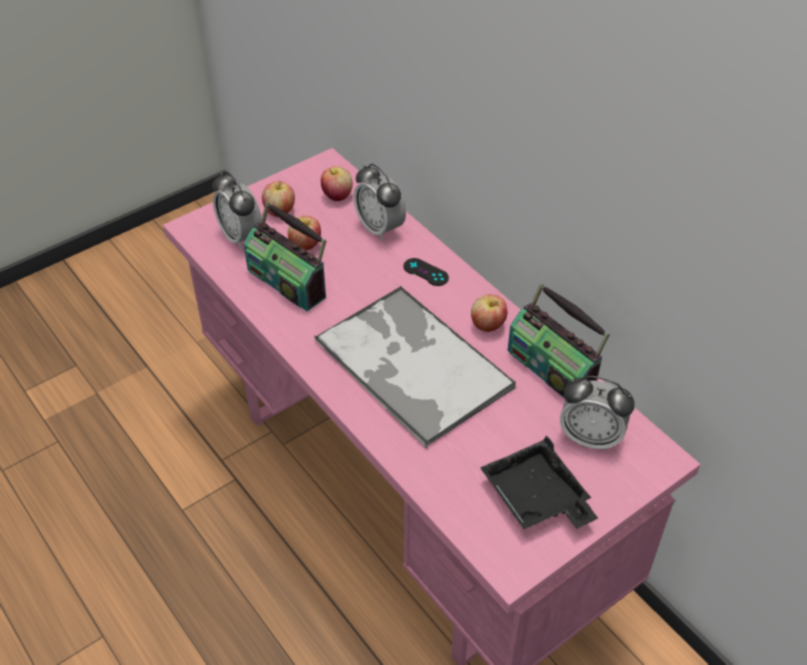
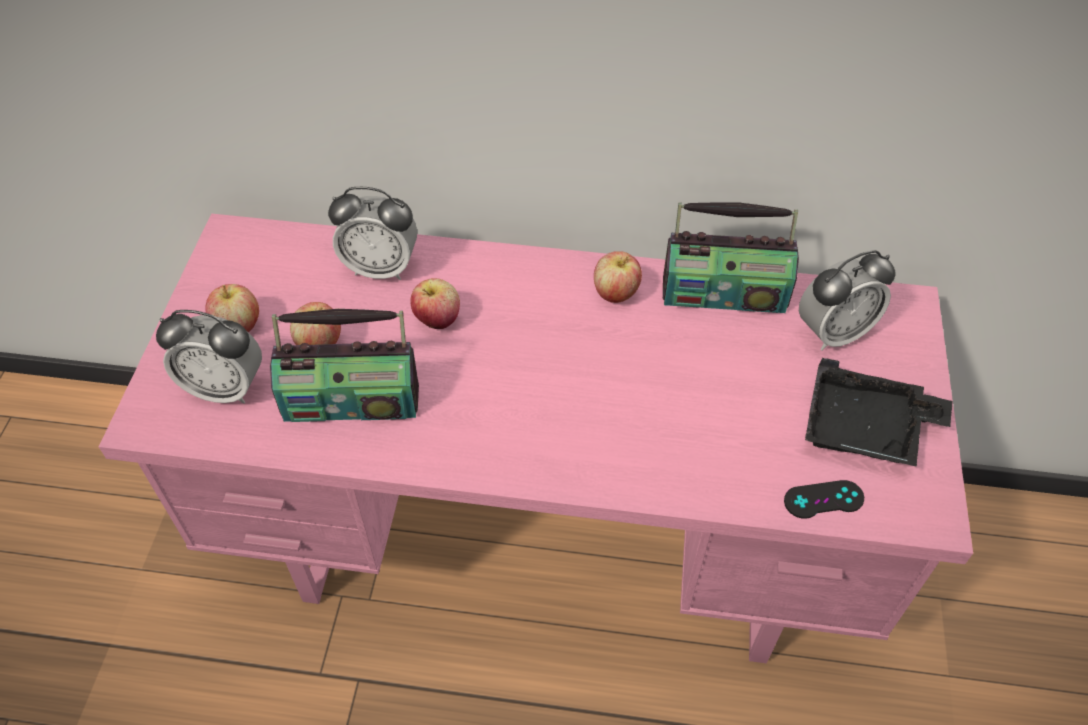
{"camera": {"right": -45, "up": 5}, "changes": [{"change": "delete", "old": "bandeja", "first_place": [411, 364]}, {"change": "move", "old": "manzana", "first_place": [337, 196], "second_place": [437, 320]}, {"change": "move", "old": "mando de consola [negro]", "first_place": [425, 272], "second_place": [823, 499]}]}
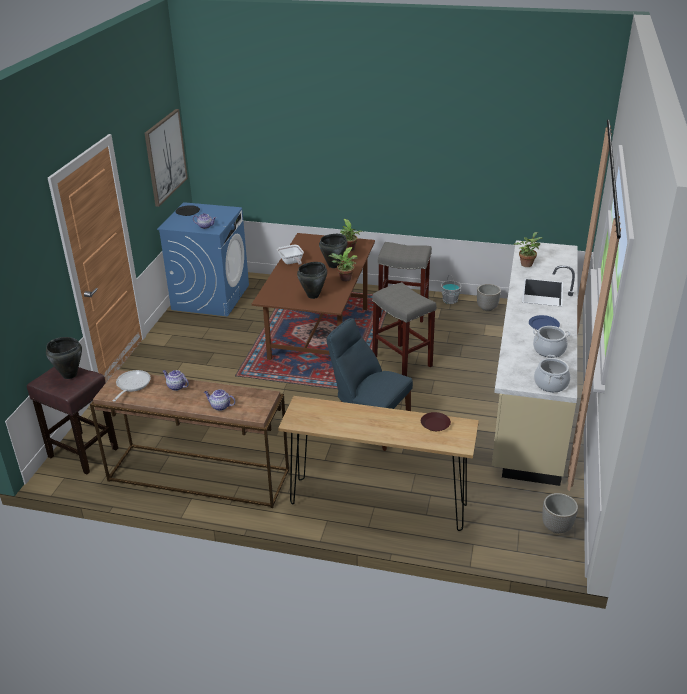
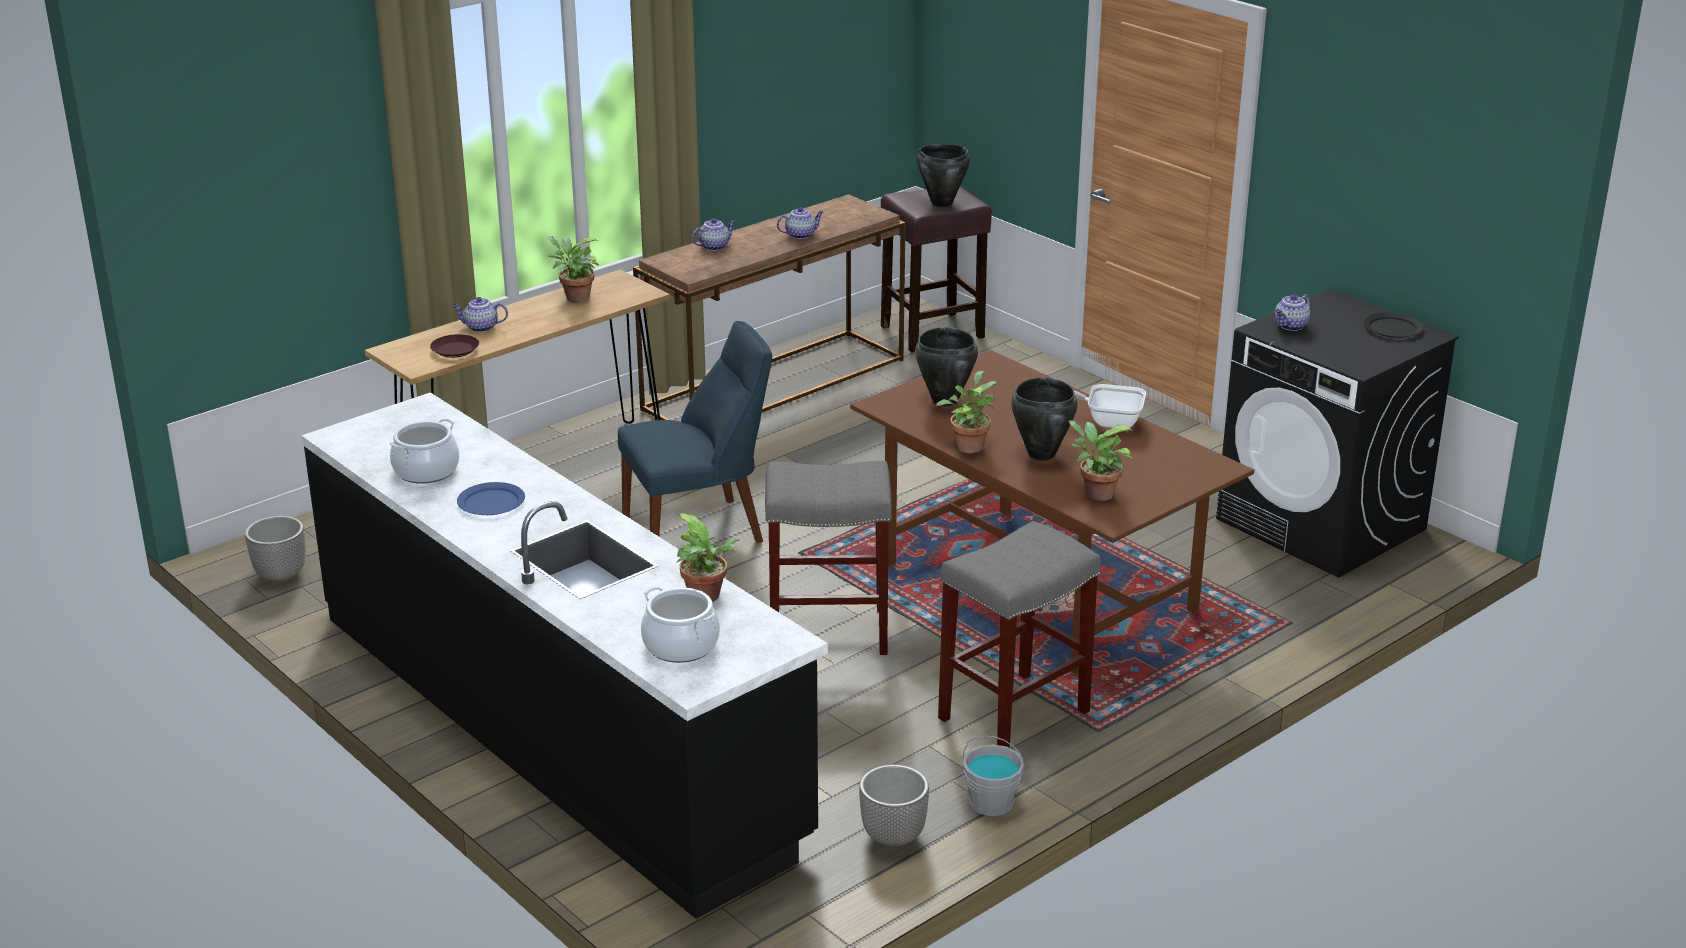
{"camera": {"right": 125, "up": -5}, "changes": [{"change": "delete", "old": "sartén", "first_place": [131, 385]}, {"change": "delete", "old": "cuadro", "first_place": [165, 157]}, {"change": "recolor", "old": "lavadora [azul]", "new": "lavadora [negro]", "first_place": [211, 297], "second_place": [1322, 524]}, {"change": "recolor", "old": "mueble bajo de cocina [beis]", "new": "mueble bajo de cocina [negro]", "first_place": [530, 388], "second_place": [557, 725]}, {"change": "move", "old": "olla", "first_place": [550, 384], "second_place": [681, 645]}, {"change": "insert", "new": "tetera", "second_place": [480, 327]}, {"change": "insert", "new": "planta en maceta", "second_place": [574, 298]}]}
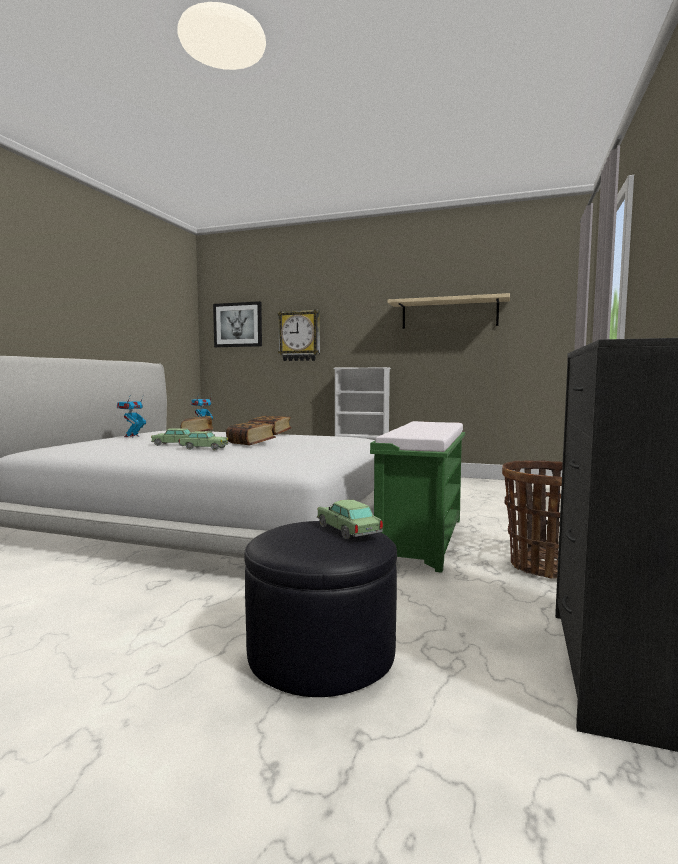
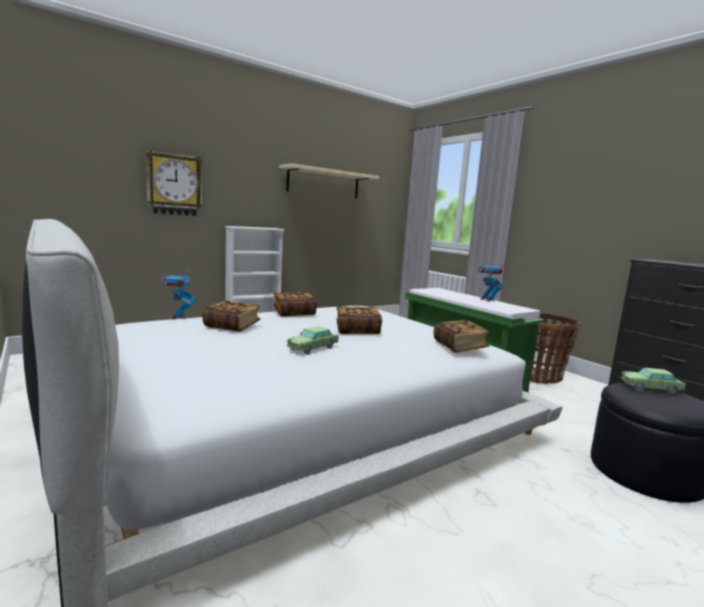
{"camera": {"right": -55, "up": 5}, "changes": [{"change": "move", "old": "robot de juguete", "first_place": [132, 436], "second_place": [487, 300]}, {"change": "delete", "old": "coche de juguete", "first_place": [204, 448]}, {"change": "delete", "old": "cuadro", "first_place": [238, 325]}, {"change": "insert", "new": "libro", "second_place": [459, 347]}]}
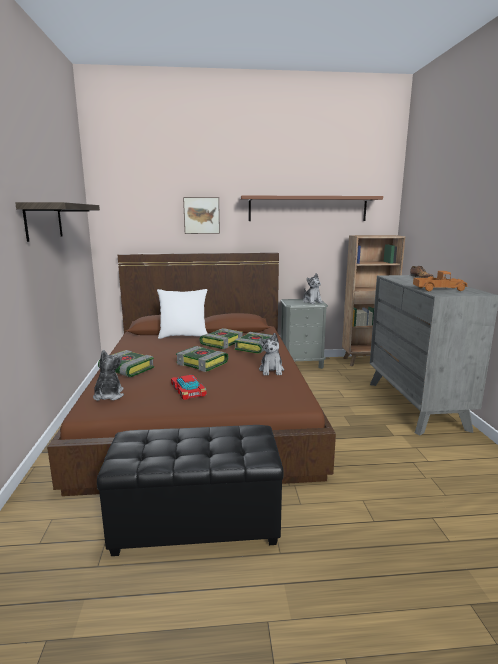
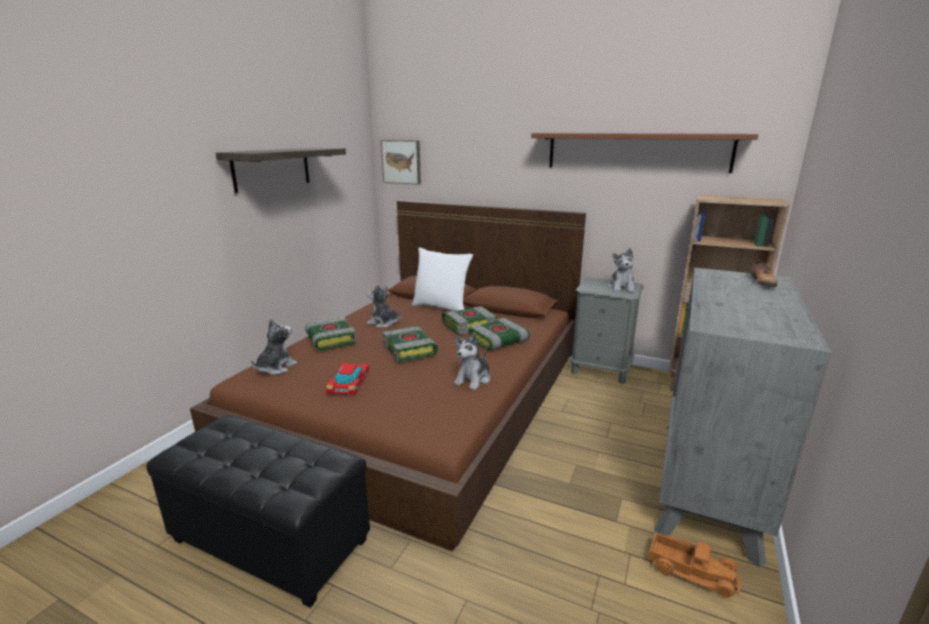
{"camera": {"right": 30, "up": 5}, "changes": [{"change": "move", "old": "cuadro", "first_place": [201, 215], "second_place": [402, 162]}, {"change": "move", "old": "camión de juguete", "first_place": [438, 289], "second_place": [691, 570]}, {"change": "insert", "new": "peluche", "second_place": [384, 323]}]}
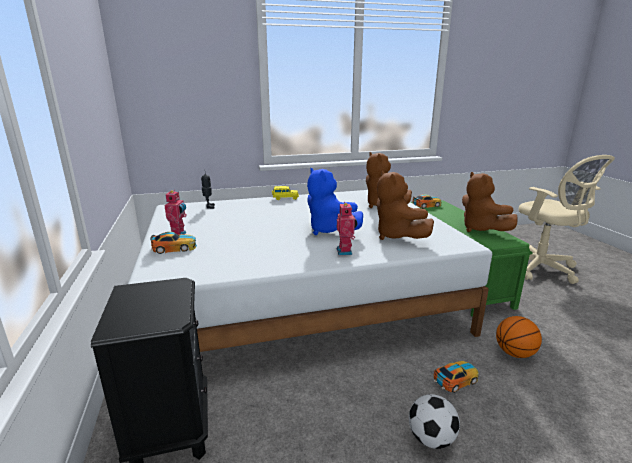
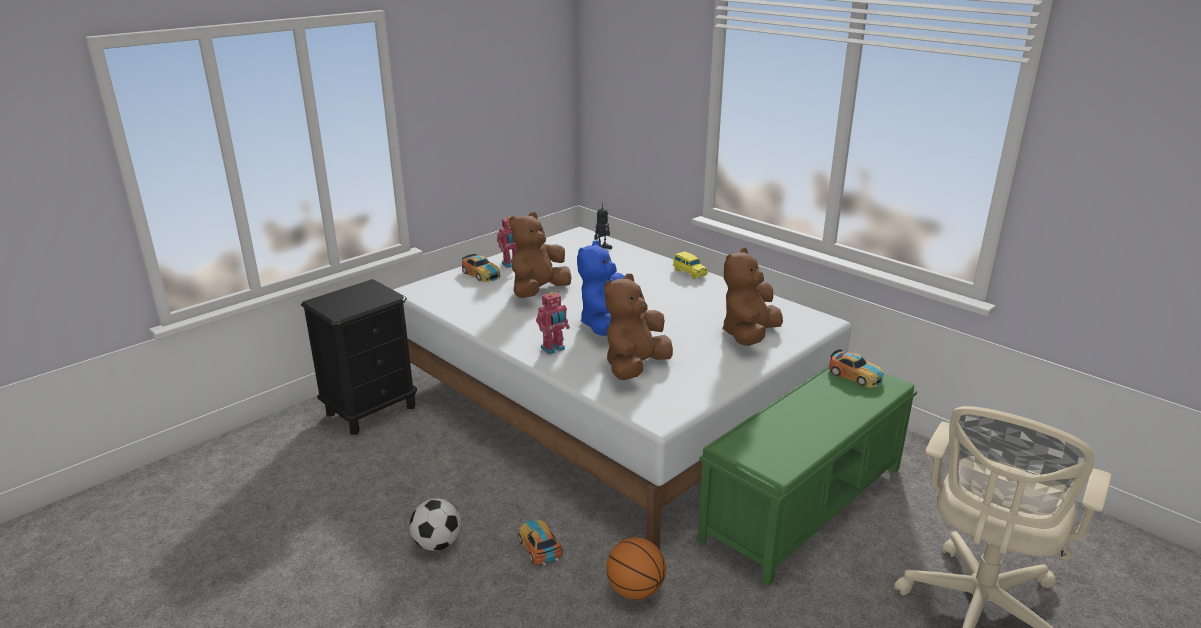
{"camera": {"right": 60, "up": 5}, "changes": [{"change": "rotate", "old": "coche de juguete", "first_place": [456, 380], "second_place": [539, 546], "degrees": -150}, {"change": "move", "old": "peluche [marrón]", "first_place": [481, 229], "second_place": [538, 292]}]}
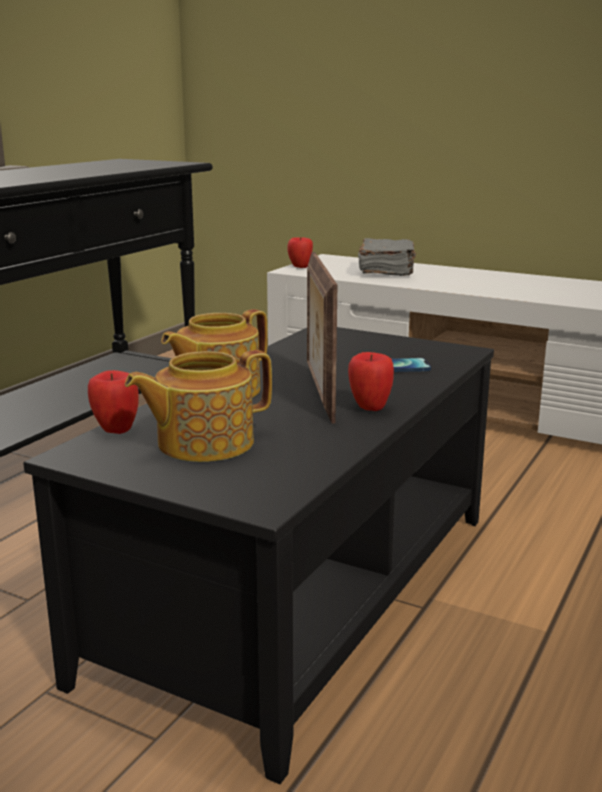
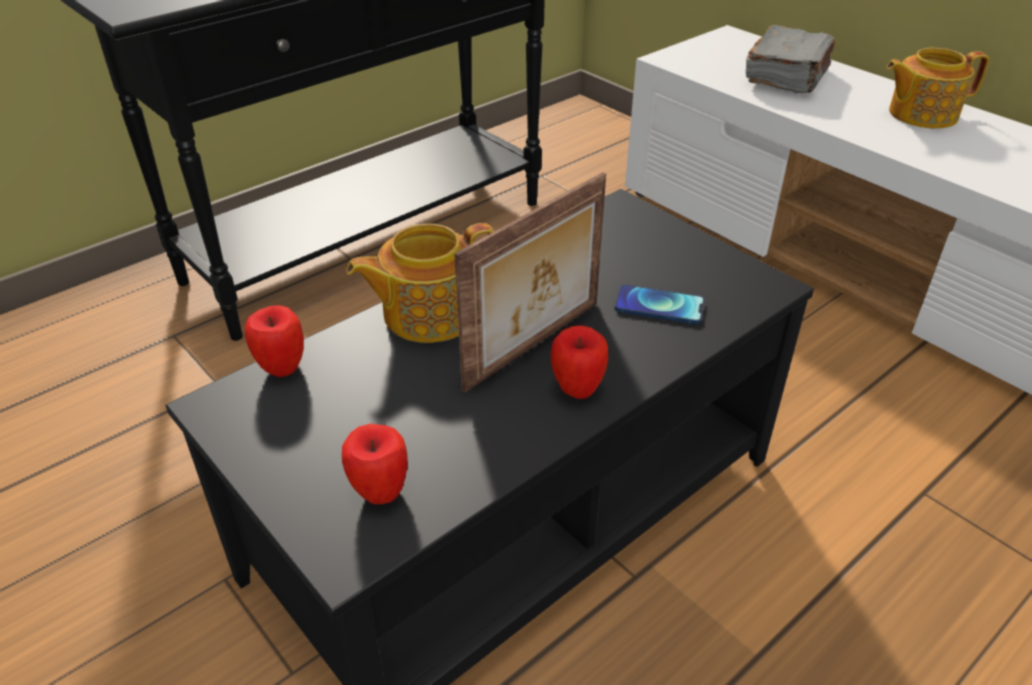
{"camera": {"right": 20, "up": 20}, "changes": [{"change": "move", "old": "tetera", "first_place": [203, 443], "second_place": [921, 114]}, {"change": "move", "old": "manzana", "first_place": [300, 267], "second_place": [380, 493]}, {"change": "rotate", "old": "portarretratos", "first_place": [319, 394], "second_place": [536, 346], "degrees": -150}]}
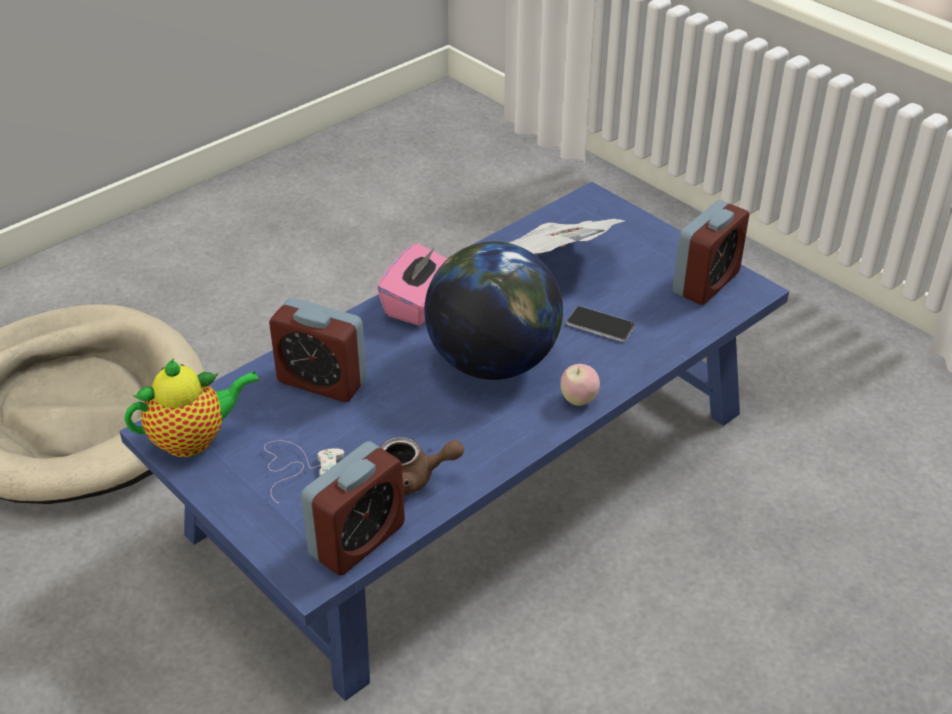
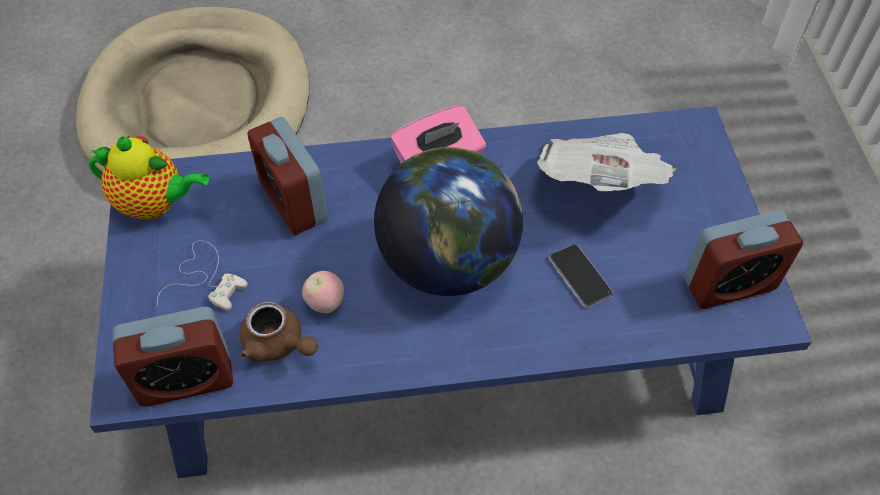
{"camera": {"right": 35, "up": 15}, "changes": [{"change": "move", "old": "manzana", "first_place": [578, 400], "second_place": [325, 303]}]}
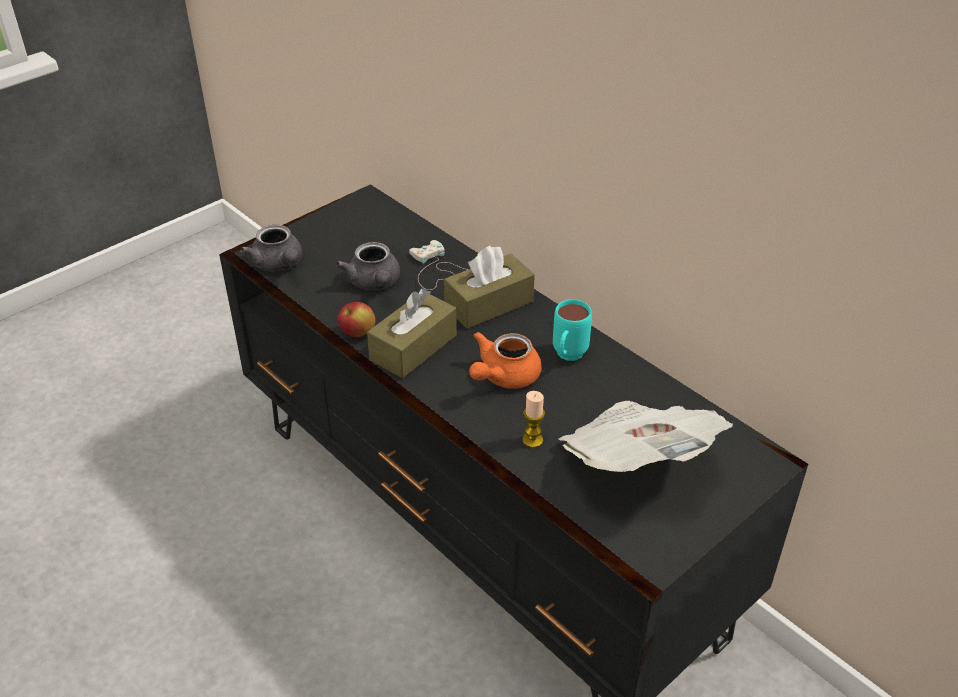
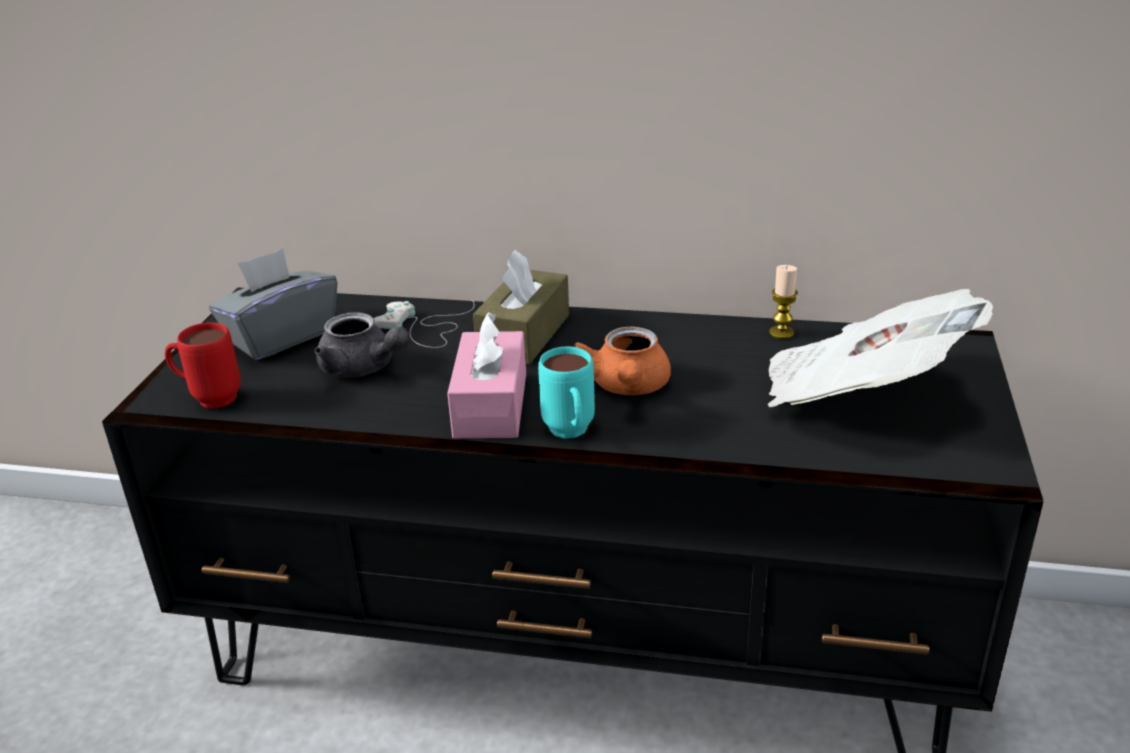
{"camera": {"right": -35, "up": -10}, "changes": [{"change": "replace", "old": "tetera [gris]", "new": "taza grande [rojo]", "first_place": [279, 265], "second_place": [209, 399]}, {"change": "delete", "old": "manzana", "first_place": [358, 333]}, {"change": "recolor", "old": "caja de pañuelos [marrón]", "new": "caja de pañuelos [rosa]", "first_place": [413, 347], "second_place": [491, 405]}, {"change": "move", "old": "vela", "first_place": [532, 440], "second_place": [781, 333]}, {"change": "move", "old": "taza grande [turquesa]", "first_place": [567, 357], "second_place": [570, 435]}, {"change": "insert", "new": "caja de pañuelos [gris]", "second_place": [281, 337]}]}
